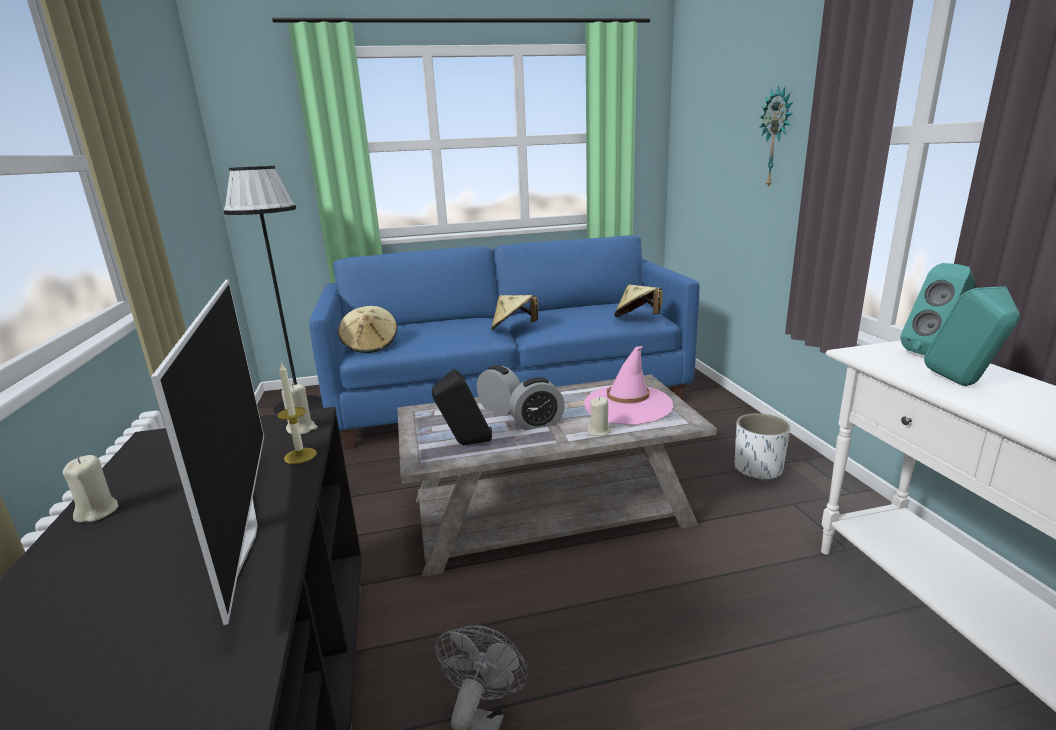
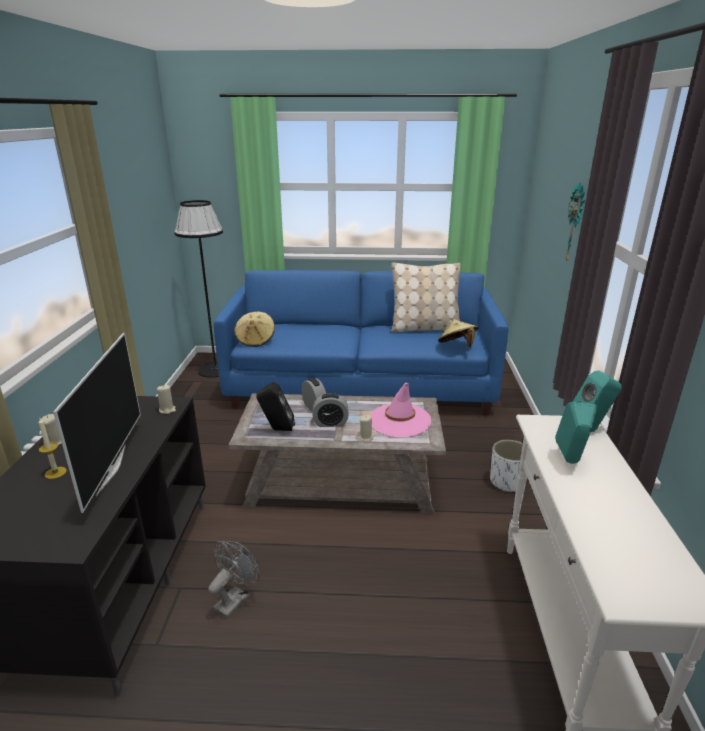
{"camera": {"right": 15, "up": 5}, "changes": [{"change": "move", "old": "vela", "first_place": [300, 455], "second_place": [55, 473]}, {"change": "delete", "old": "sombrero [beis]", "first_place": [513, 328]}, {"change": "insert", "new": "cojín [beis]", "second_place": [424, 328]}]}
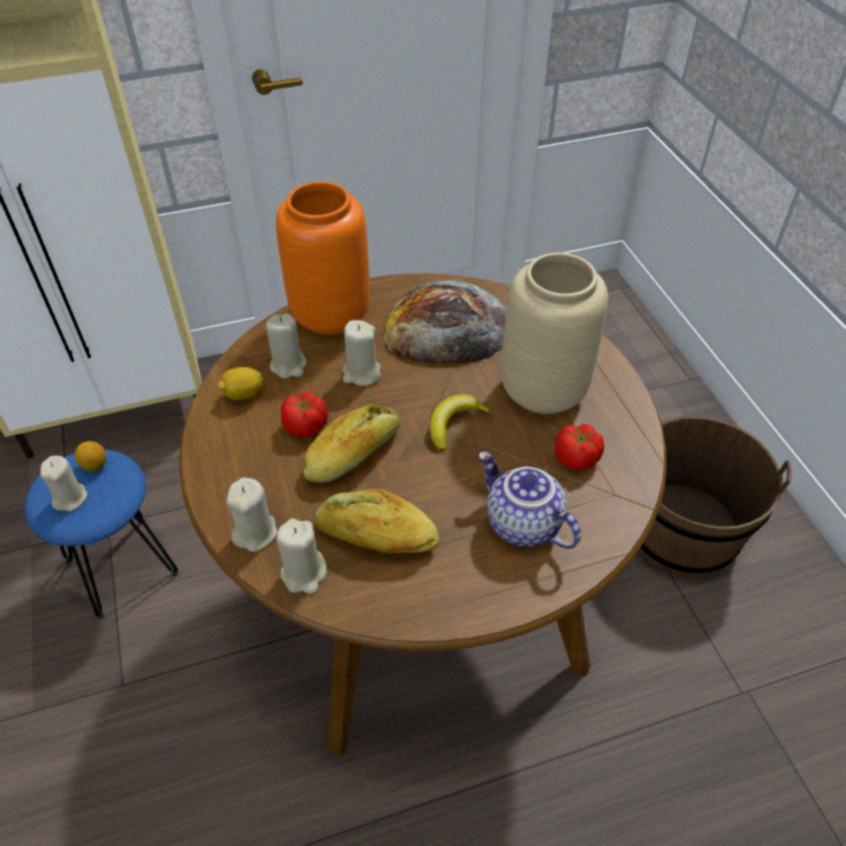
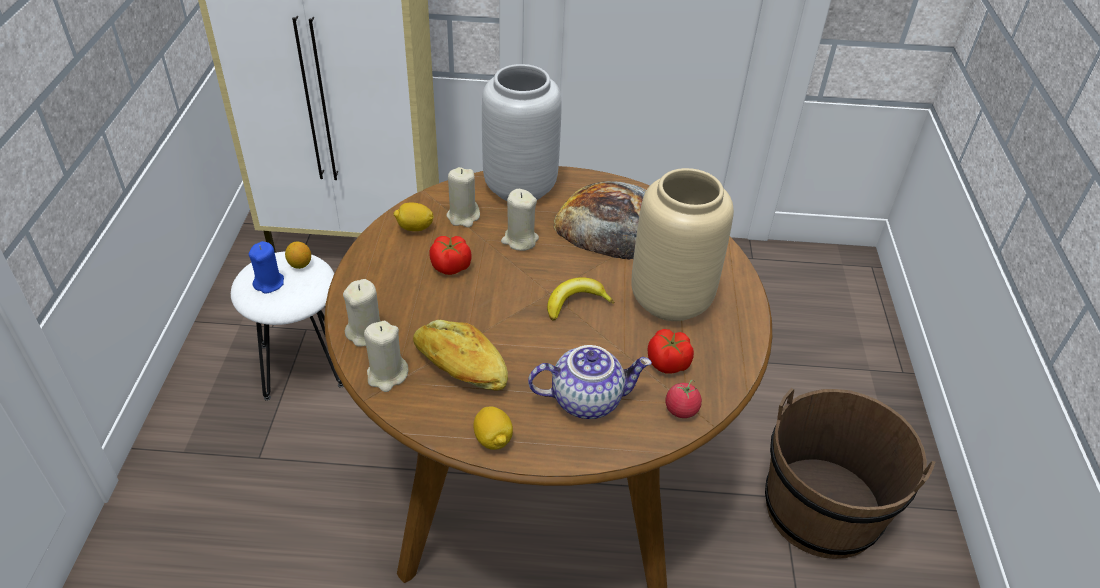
{"camera": {"right": 20, "up": -5}, "changes": [{"change": "recolor", "old": "taburete [azul]", "new": "taburete [blanco]", "first_place": [121, 565], "second_place": [302, 364]}, {"change": "recolor", "old": "vela [beis]", "new": "vela [azul]", "first_place": [70, 498], "second_place": [269, 283]}, {"change": "recolor", "old": "florero [naranja]", "new": "florero [gris]", "first_place": [332, 316], "second_place": [521, 188]}, {"change": "delete", "old": "pan", "first_place": [353, 454]}, {"change": "rotate", "old": "tetera", "first_place": [521, 524], "second_place": [587, 399], "degrees": 105}, {"change": "insert", "new": "limón", "second_place": [493, 439]}, {"change": "insert", "new": "tomate", "second_place": [681, 410]}]}
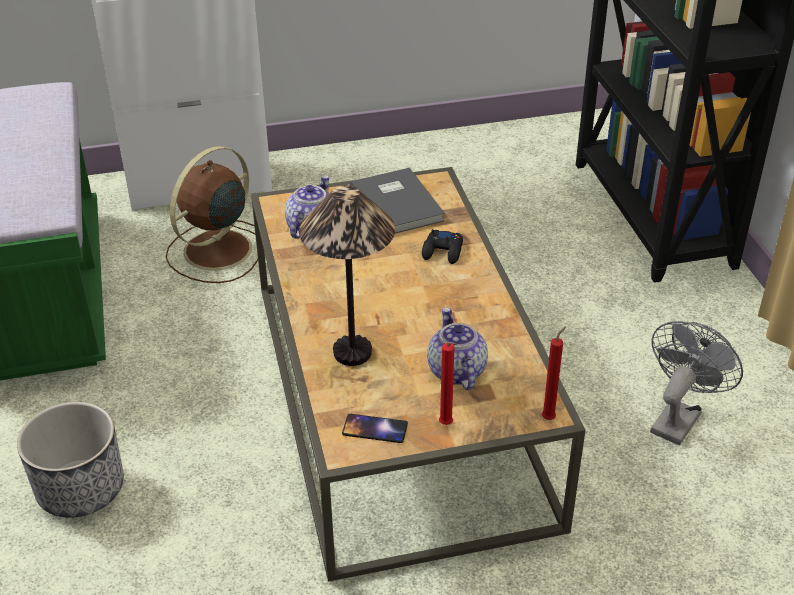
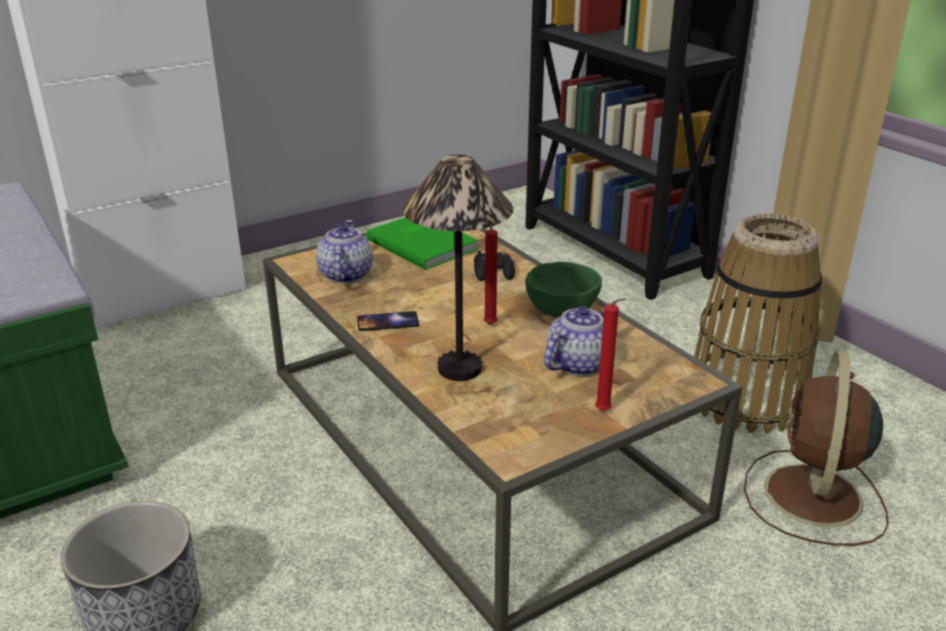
{"camera": {"right": -20, "up": -10}, "changes": [{"change": "move", "old": "ventilador [marrón]", "first_place": [215, 251], "second_place": [812, 498]}, {"change": "move", "old": "móvil", "first_place": [375, 429], "second_place": [388, 322]}, {"change": "recolor", "old": "libro [gris]", "new": "libro [verde]", "first_place": [398, 203], "second_place": [422, 243]}, {"change": "rotate", "old": "tetera", "first_place": [455, 371], "second_place": [578, 363], "degrees": 75}, {"change": "move", "old": "vela [rojo]", "first_place": [549, 418], "second_place": [491, 323]}, {"change": "replace", "old": "ventilador [gris]", "new": "cesta", "first_place": [678, 417], "second_place": [745, 398]}, {"change": "insert", "new": "cuenco [verde]", "second_place": [561, 311]}]}
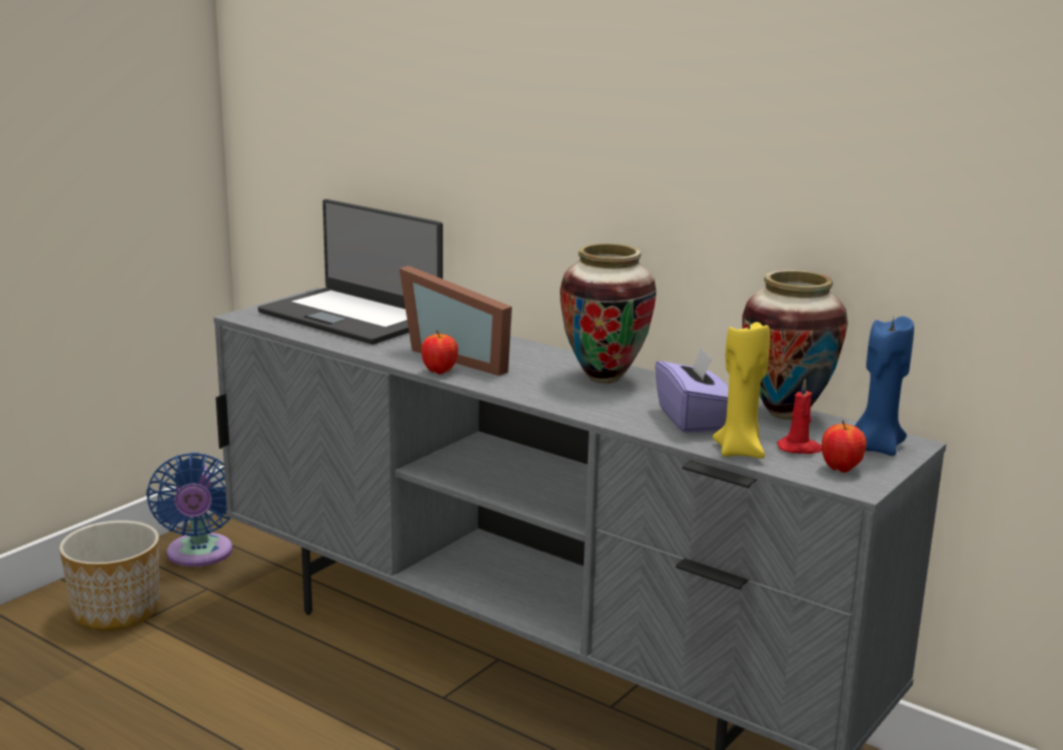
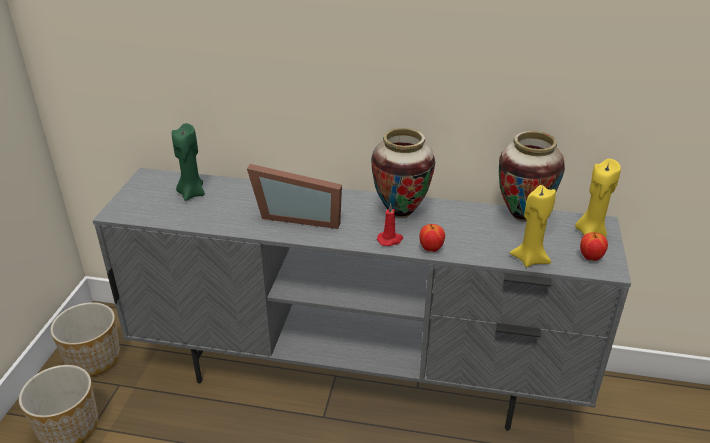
{"camera": {"right": -25, "up": 15}, "changes": [{"change": "replace", "old": "ventilador [azul]", "new": "maceta", "first_place": [199, 555], "second_place": [94, 358]}, {"change": "replace", "old": "portátil", "new": "vela [verde]", "first_place": [352, 316], "second_place": [192, 193]}, {"change": "move", "old": "manzana", "first_place": [439, 372], "second_place": [431, 249]}, {"change": "delete", "old": "caja de pañuelos [morado]", "first_place": [693, 419]}, {"change": "move", "old": "vela [rojo]", "first_place": [800, 448], "second_place": [390, 240]}, {"change": "recolor", "old": "vela [azul]", "new": "vela [amarillo]", "first_place": [876, 447], "second_place": [590, 232]}]}
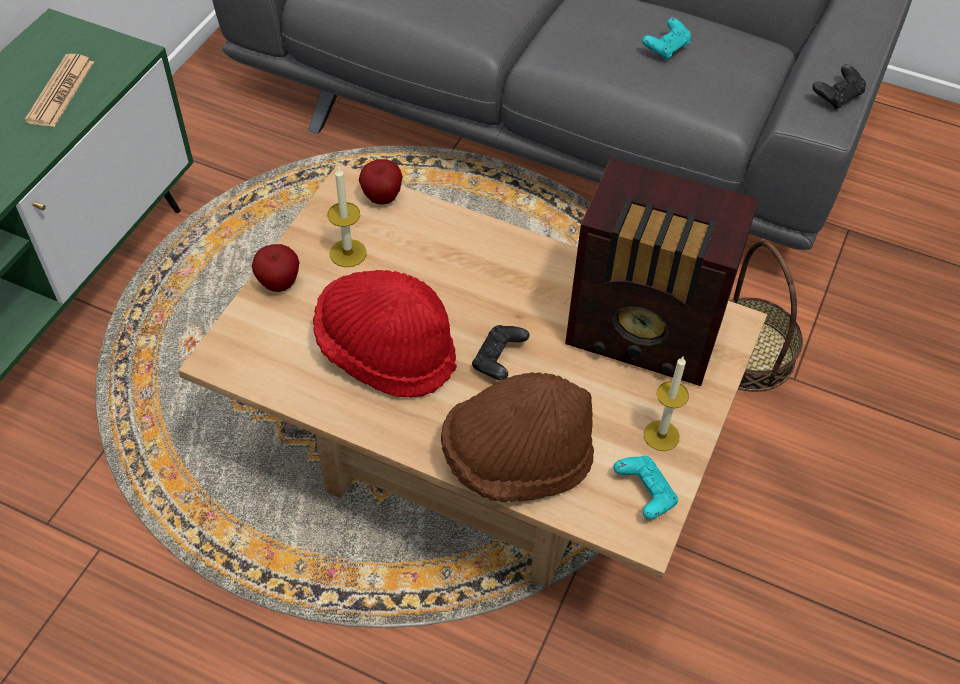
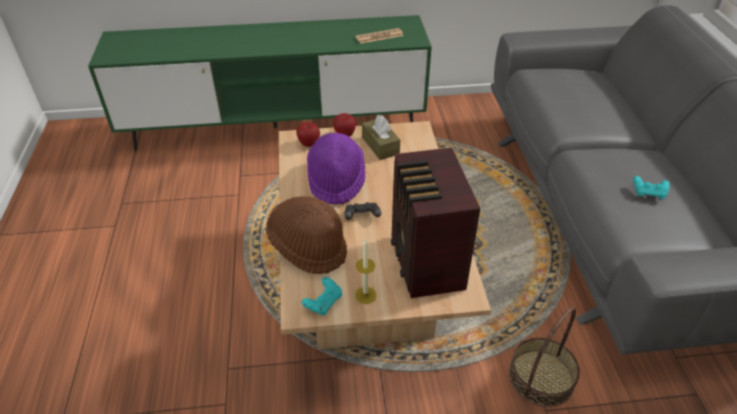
{"camera": {"right": 60, "up": -10}, "changes": [{"change": "recolor", "old": "sombrero [rojo]", "new": "sombrero [morado]", "first_place": [386, 351], "second_place": [336, 180]}, {"change": "replace", "old": "vela", "new": "caja de pañuelos [marrón]", "first_place": [348, 253], "second_place": [380, 146]}, {"change": "move", "old": "manzana", "first_place": [382, 198], "second_place": [309, 144]}, {"change": "delete", "old": "mando de consola [negro]", "first_place": [837, 96]}]}
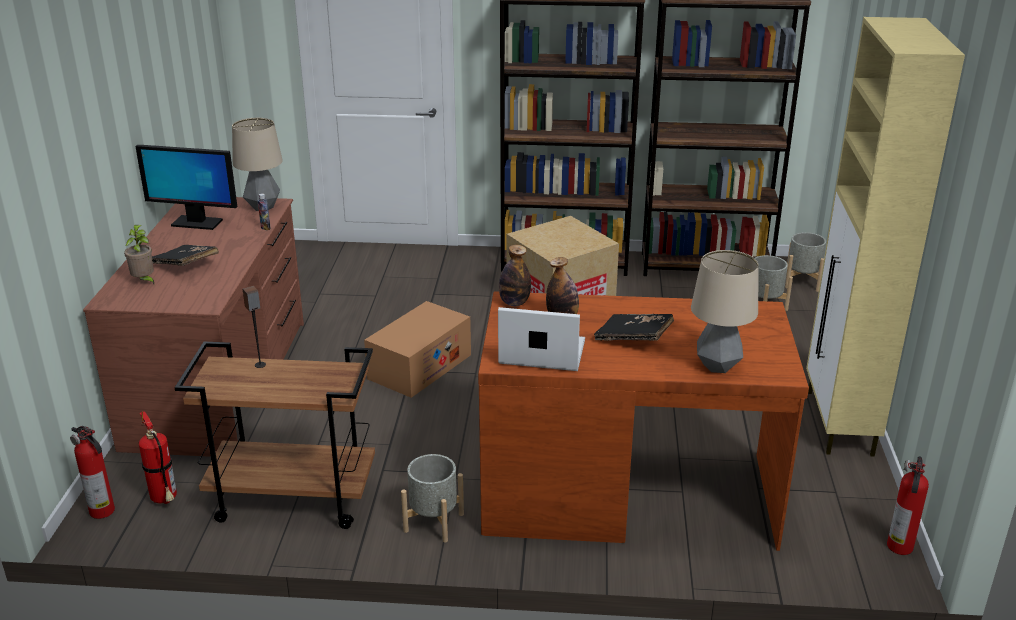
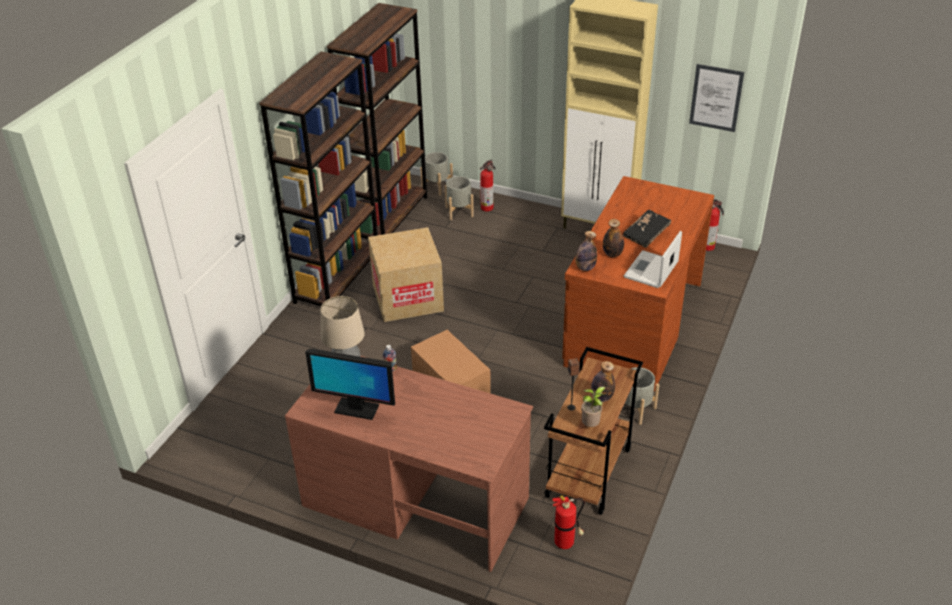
{"camera": {"right": -70, "up": 10}, "changes": [{"change": "move", "old": "extintor", "first_place": [103, 511], "second_place": [487, 207]}, {"change": "move", "old": "planta en maceta", "first_place": [144, 281], "second_place": [591, 425]}, {"change": "rotate", "old": "monitor", "first_place": [196, 223], "second_place": [356, 409], "degrees": 75}, {"change": "delete", "old": "libro [negro]", "first_place": [185, 265]}, {"change": "delete", "old": "lámpara de mesa", "first_place": [718, 366]}, {"change": "insert", "new": "botella", "second_place": [601, 397]}, {"change": "insert", "new": "cuadro", "second_place": [716, 98]}]}
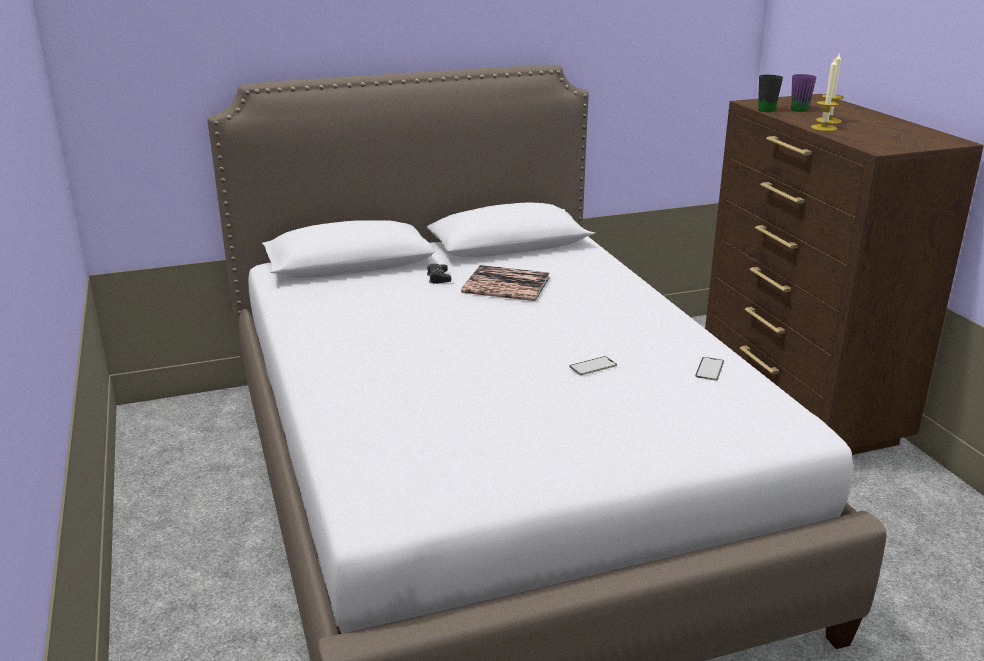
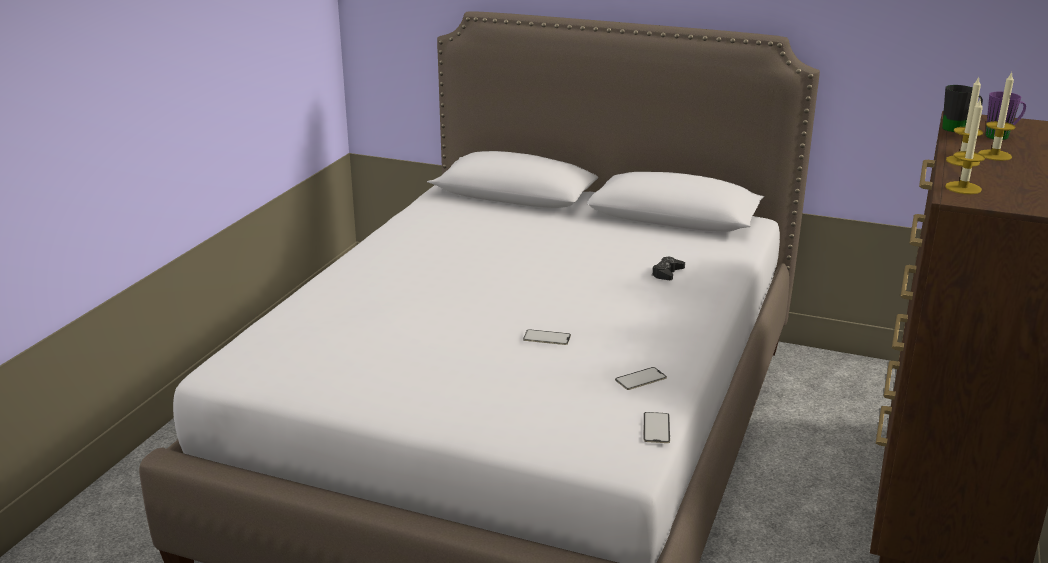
{"camera": {"right": 40, "up": 0}, "changes": [{"change": "move", "old": "mando de consola [negro]", "first_place": [438, 278], "second_place": [667, 273]}, {"change": "delete", "old": "libro", "first_place": [506, 285]}, {"change": "insert", "new": "móvil", "second_place": [656, 428]}, {"change": "insert", "new": "vela", "second_place": [963, 188]}]}
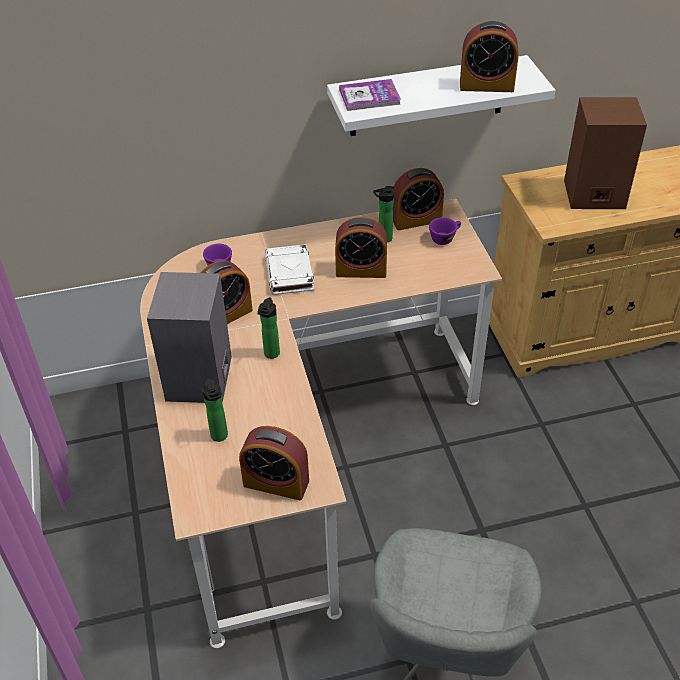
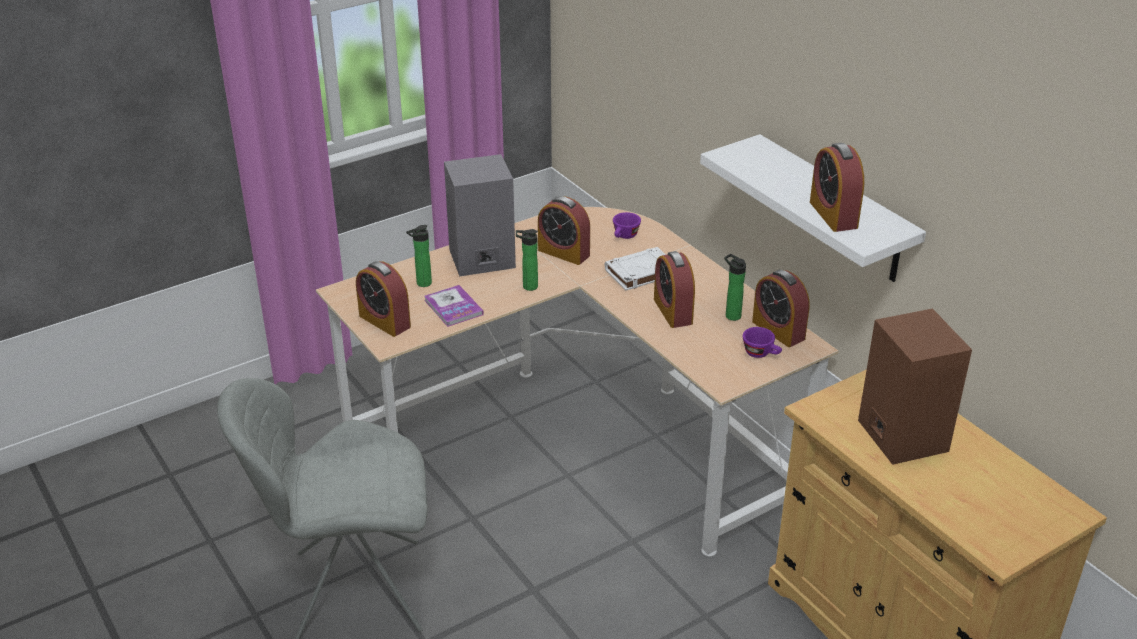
{"camera": {"right": 70, "up": -10}, "changes": [{"change": "rotate", "old": "despertador", "first_place": [276, 483], "second_place": [384, 321], "degrees": -45}, {"change": "move", "old": "libro", "first_place": [369, 97], "second_place": [453, 307]}]}
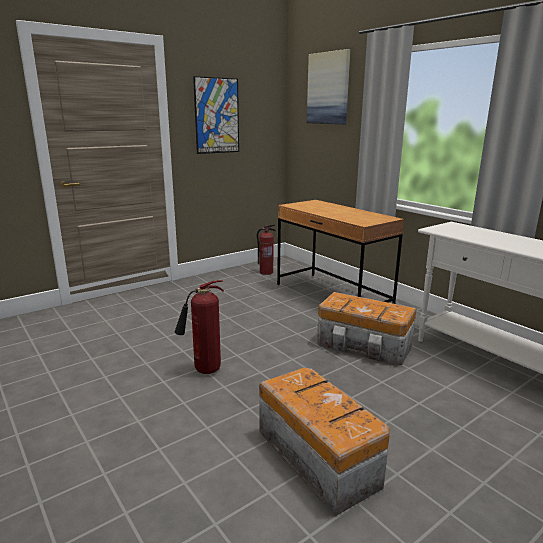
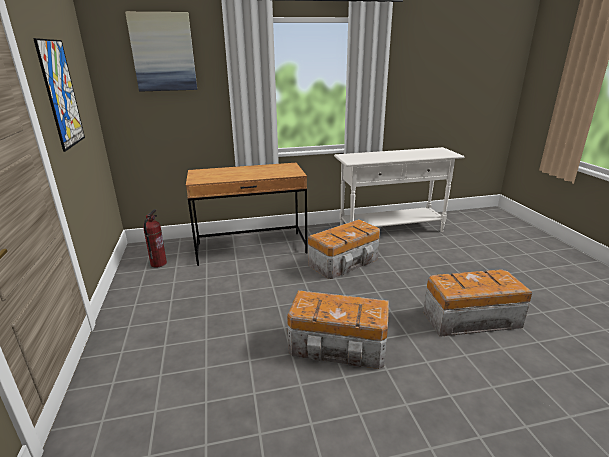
{"camera": {"right": -65, "up": 5}, "changes": [{"change": "replace", "old": "extintor", "new": "caja de almacenaje", "first_place": [204, 371], "second_place": [339, 346]}]}
